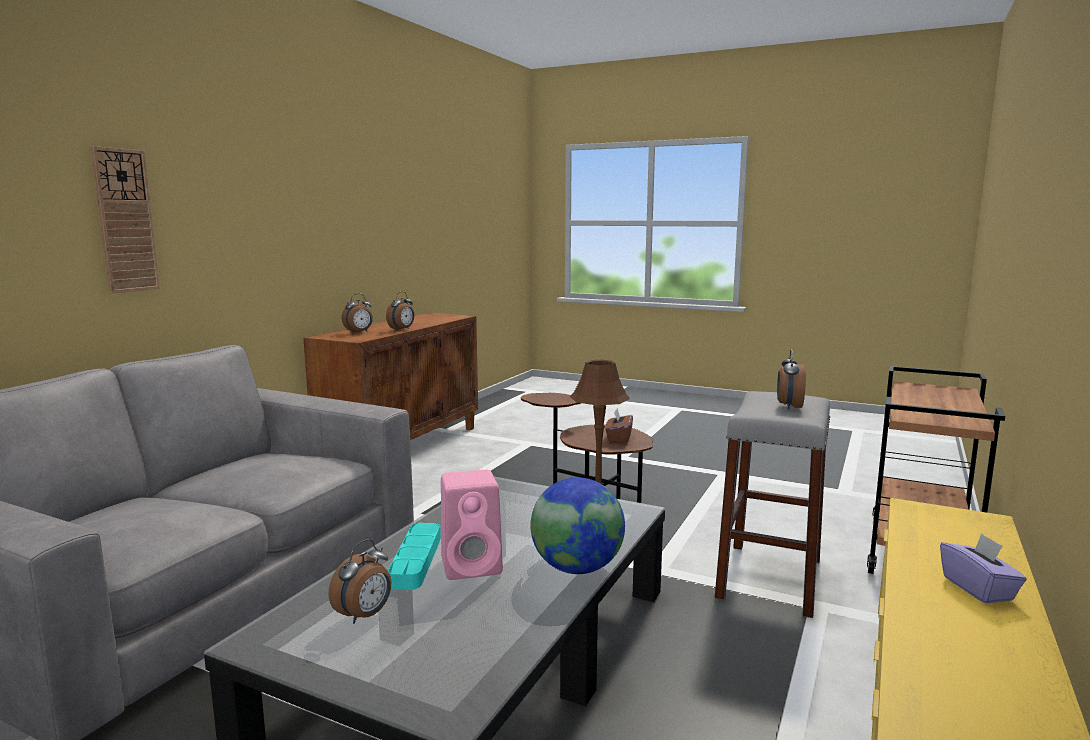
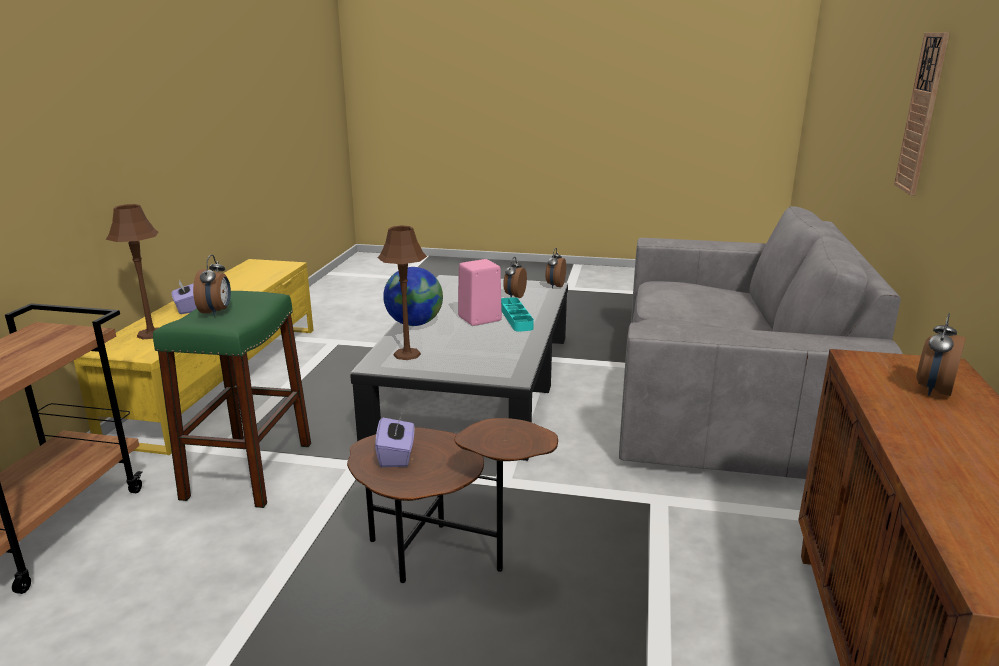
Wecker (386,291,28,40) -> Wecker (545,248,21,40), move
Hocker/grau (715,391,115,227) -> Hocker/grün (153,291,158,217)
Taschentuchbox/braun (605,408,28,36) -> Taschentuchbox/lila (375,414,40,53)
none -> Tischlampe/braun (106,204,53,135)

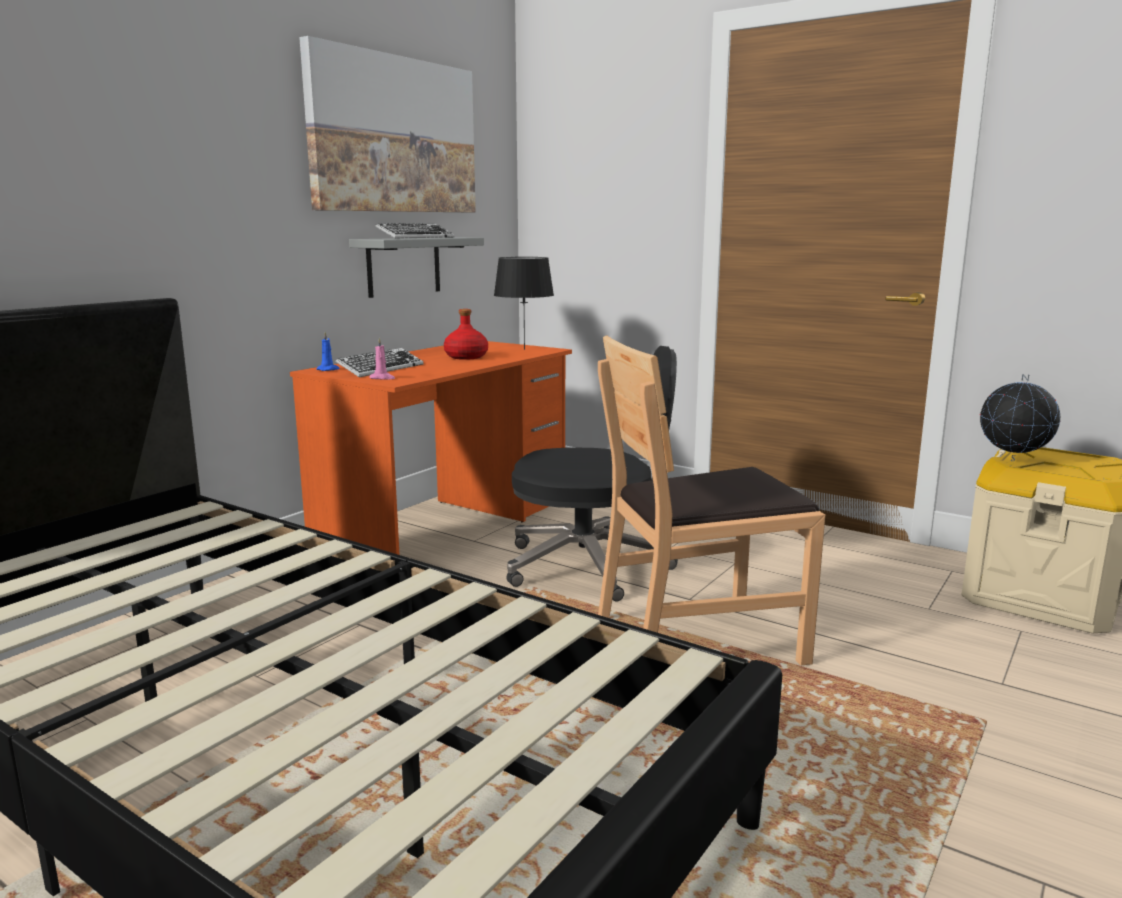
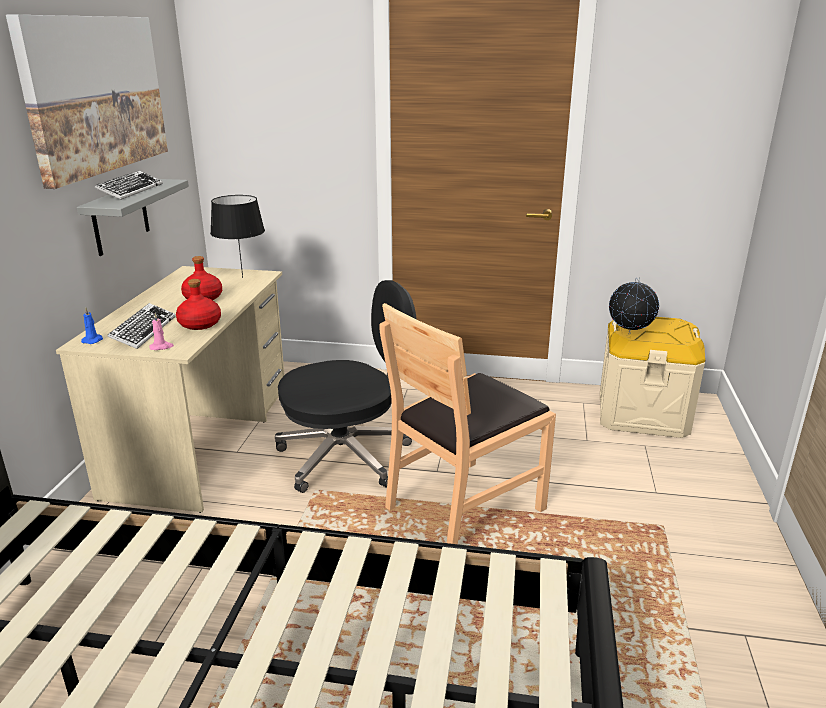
Schreibtisch/orange (290,341,282,214) -> Schreibtisch/beige (56,266,228,247)
none -> Flasche/rot (176,279,45,51)

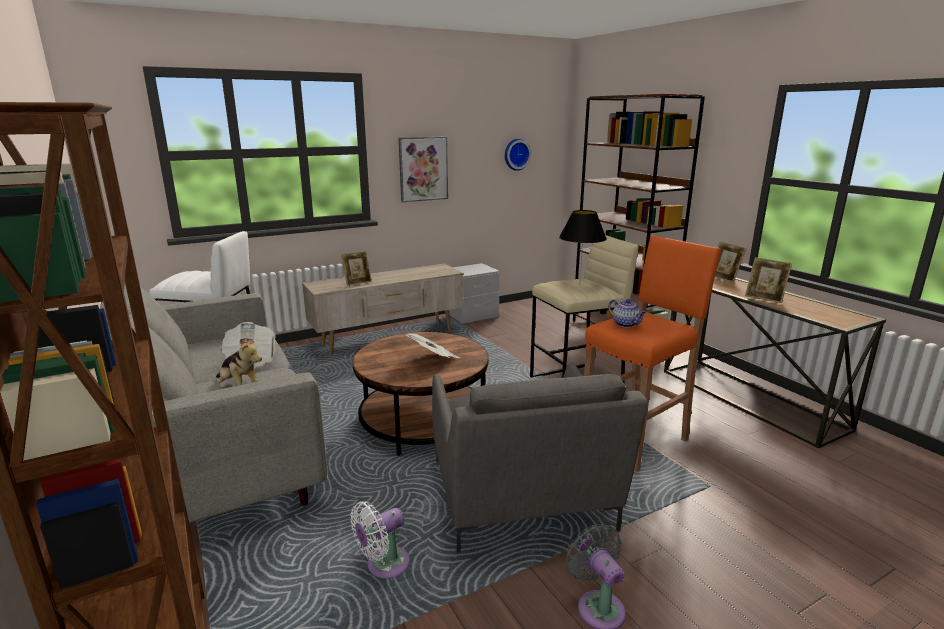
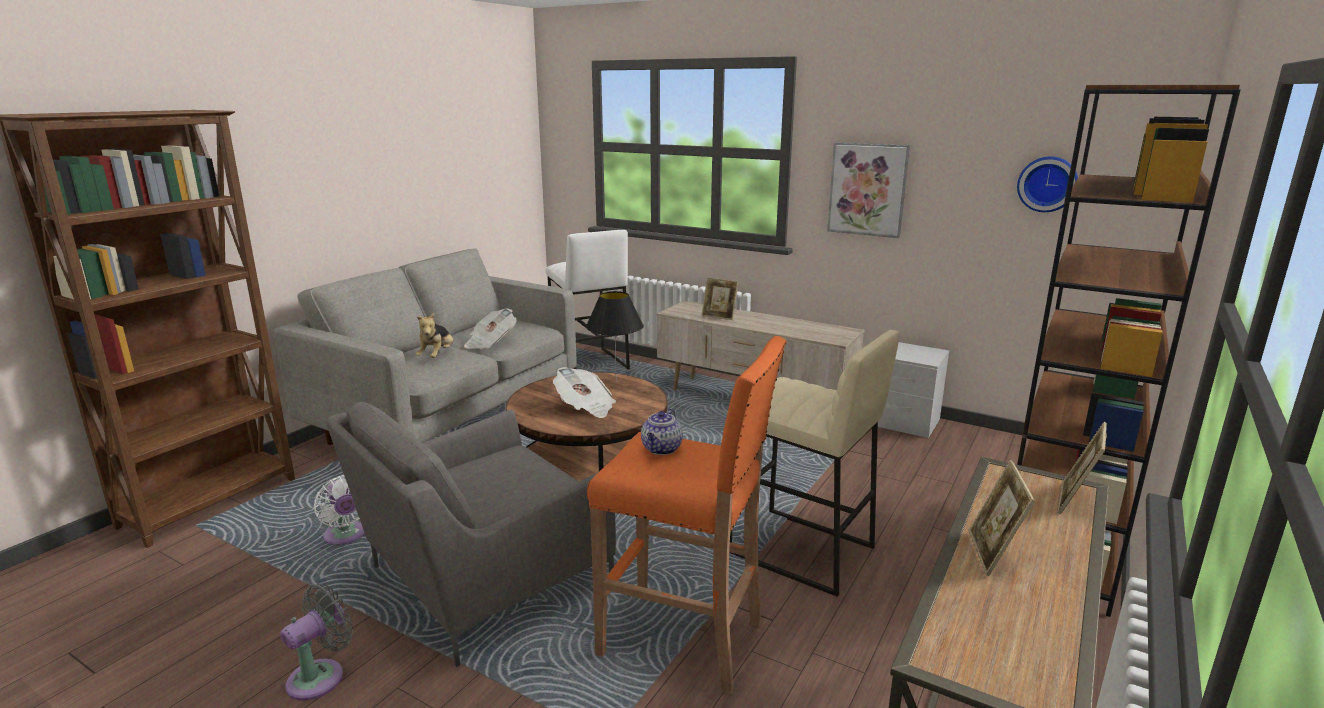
Tischlampe/schwarz (559,210,48,75) -> Tischlampe/schwarz (586,291,58,91), move
Ventilator/weiß (351,501,59,77) -> Ventilator/weiß (314,475,51,70), 150 degrees counterclockwise

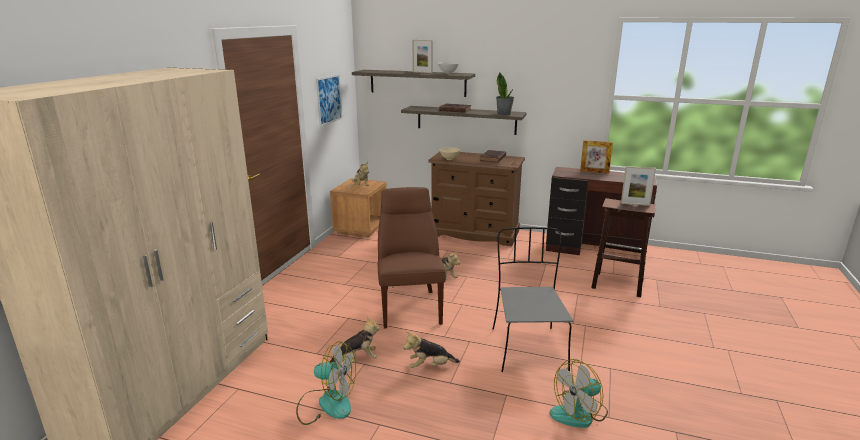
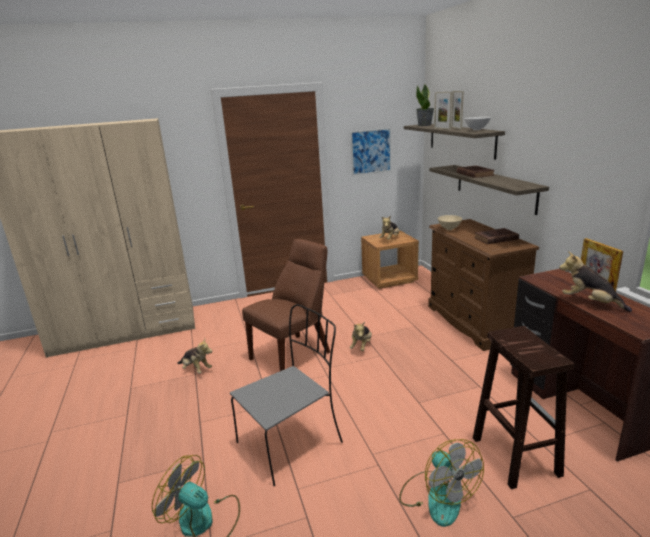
Topfpflanze (496,73,18,42) -> Topfpflanze (416,84,18,42), move
Bilderrahmen (621,166,35,40) -> Bilderrahmen (434,92,18,38), move
Plüschtier (404,331,56,37) -> Plüschtier (559,251,73,61), move
Ventilator (296,342,60,83) -> Ventilator (399,439,85,88), move

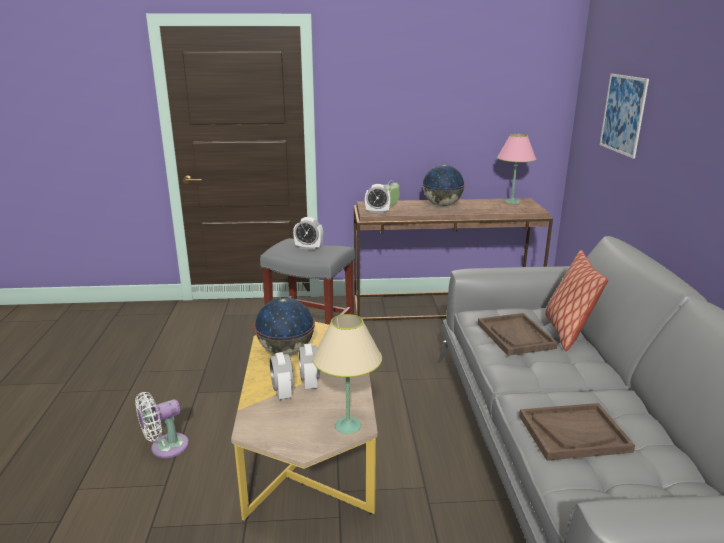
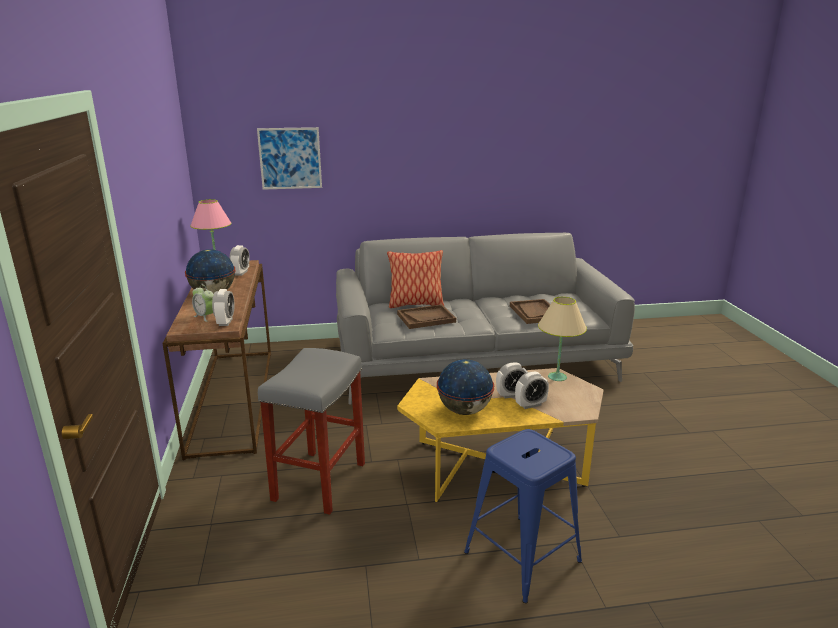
Wecker (293,217,30,33) -> Wecker (230,245,20,31), move
Ventilator/weiß (135,392,54,66) -> Hocker/blau (464,429,118,174)

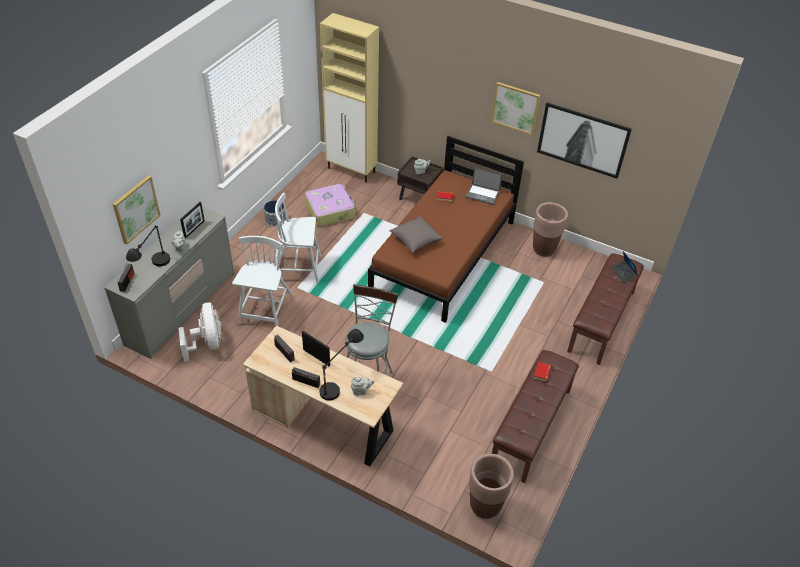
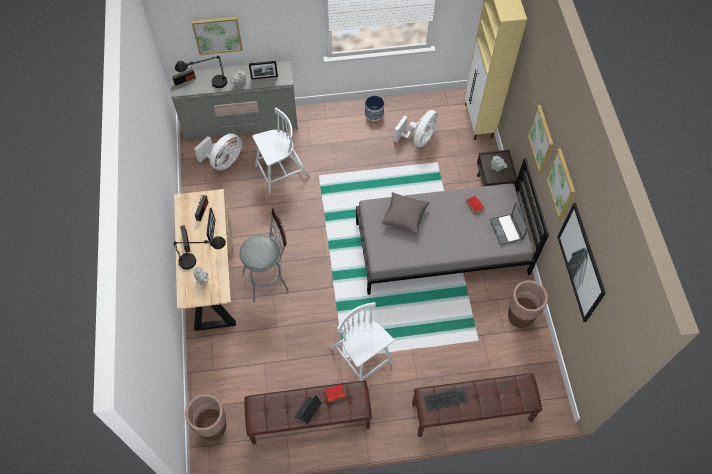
Bett/braun (368,136,156,187) -> Bett/grau (356,158,193,137)
Koffer (305,184,50,42) -> Ventilator/weiß (394,110,44,38)
Stuhl/weiß (273,193,48,90) -> Stuhl/weiß (330,302,64,79), move
Laptop (611,251,26,32) -> Laptop (294,395,28,29), move
none -> Bild (528,105,25,68)
none -> Tastatur (424,387,44,24)

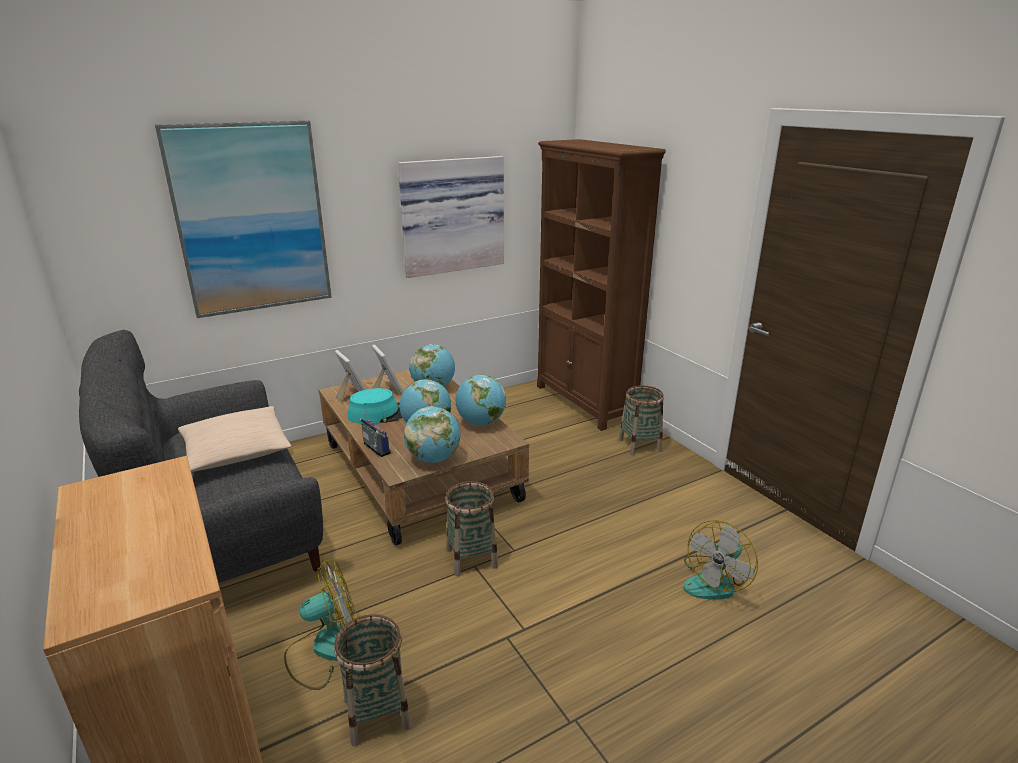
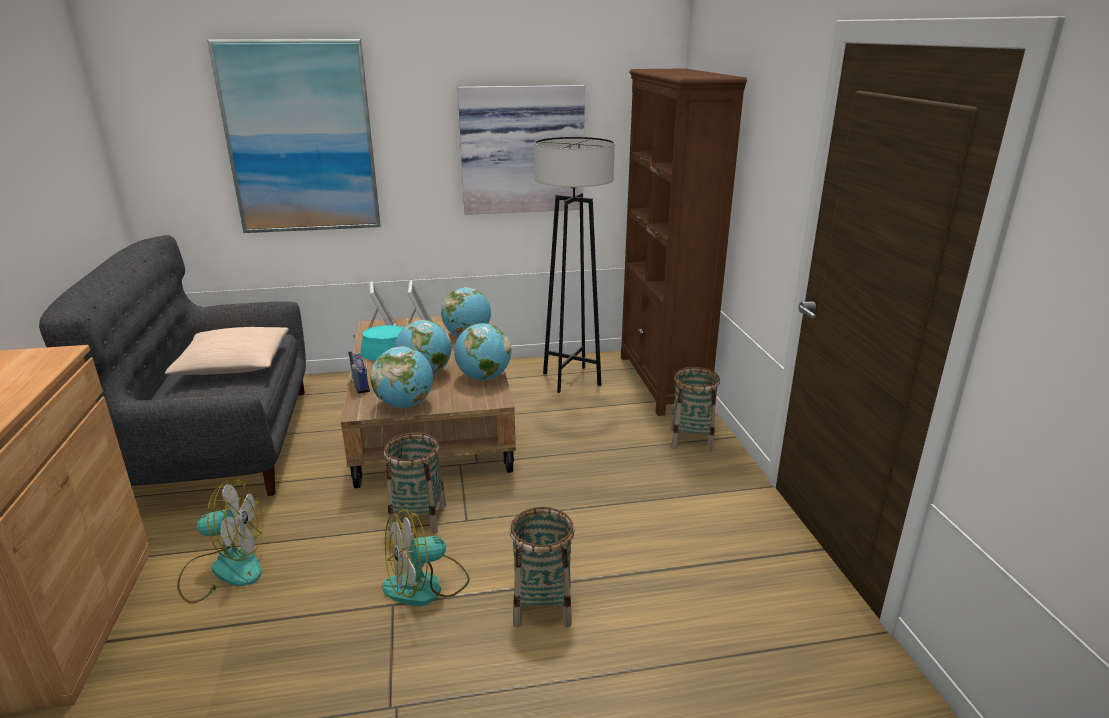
Ventilator (683,520,75,80) -> Ventilator (382,509,88,97), move
Korb (334,614,77,132) -> Korb (510,507,64,120), move
none -> Stehlampe/grau (534,137,81,256)

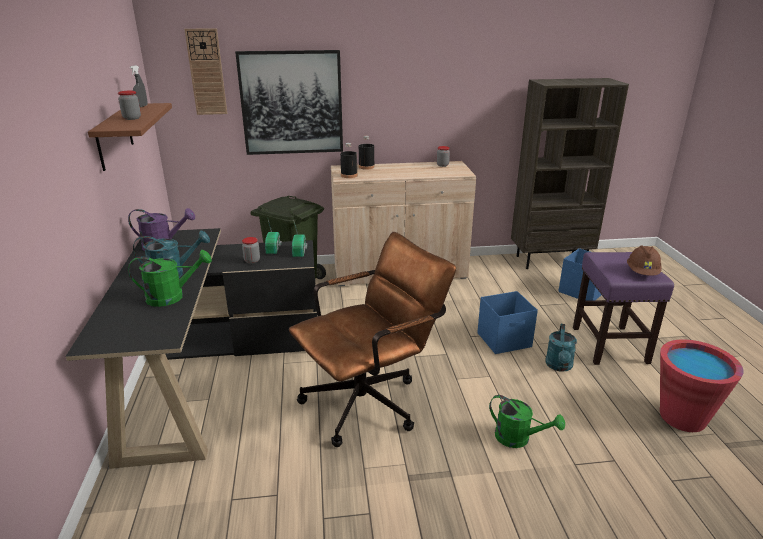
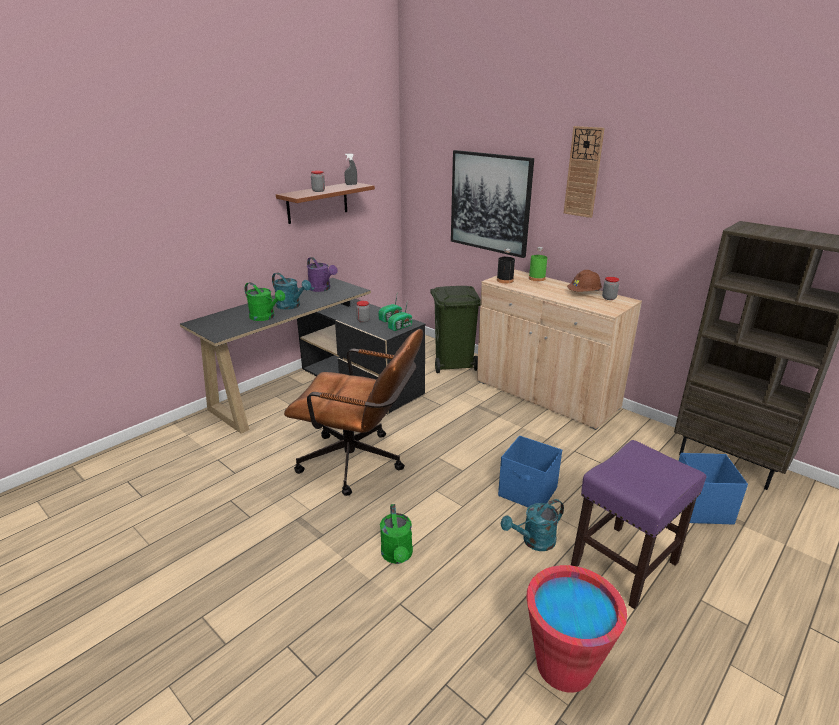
Wanduhr (184,28,43,87) -> Wanduhr (564,126,41,92), move
Flasche/schwarz (359,136,16,34) -> Flasche/grün (529,247,18,34)
Schutzhelm/braun (627,245,35,31) -> Schutzhelm/braun (567,270,35,22), move

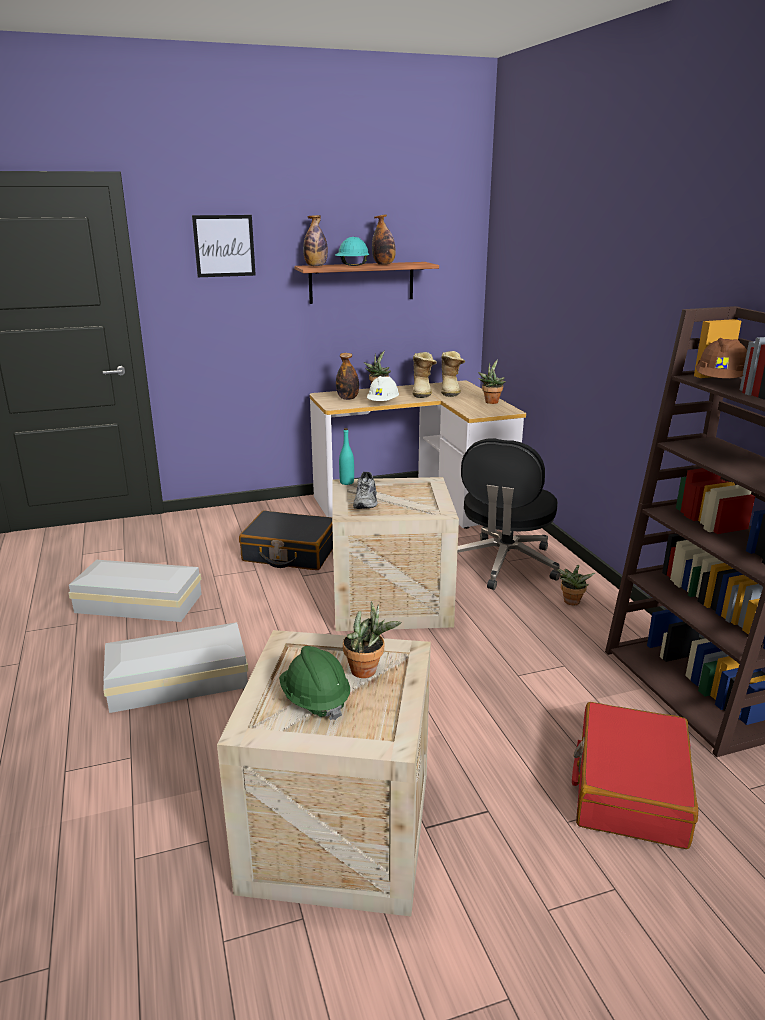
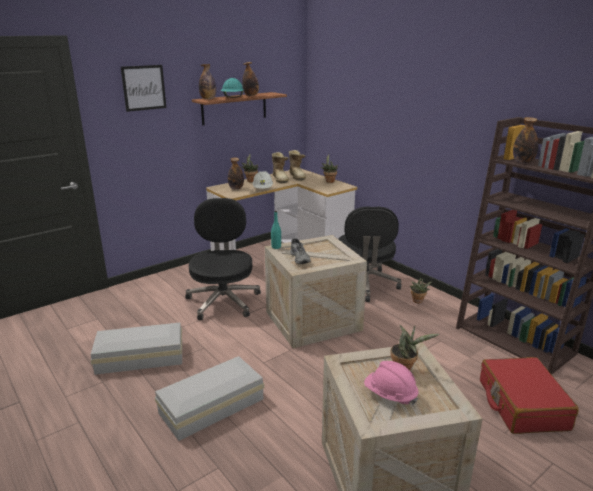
Schutzhelm/braun (696,338,51,40) -> Flasche (513,117,25,46)
Koffer/schwarz (239,510,94,60) -> Bürostuhl/schwarz (185,198,76,122)
Schutzhelm/grün (279,646,71,74) -> Schutzhelm/rosa (364,361,55,44)

